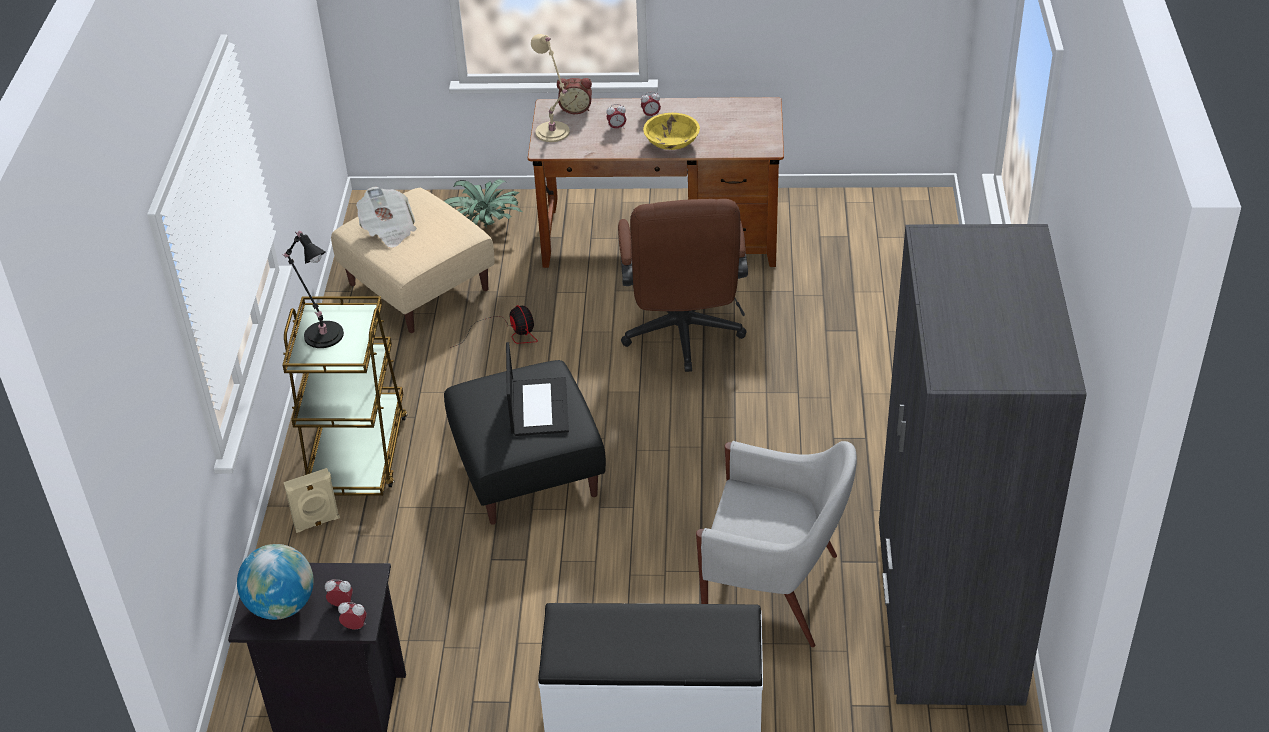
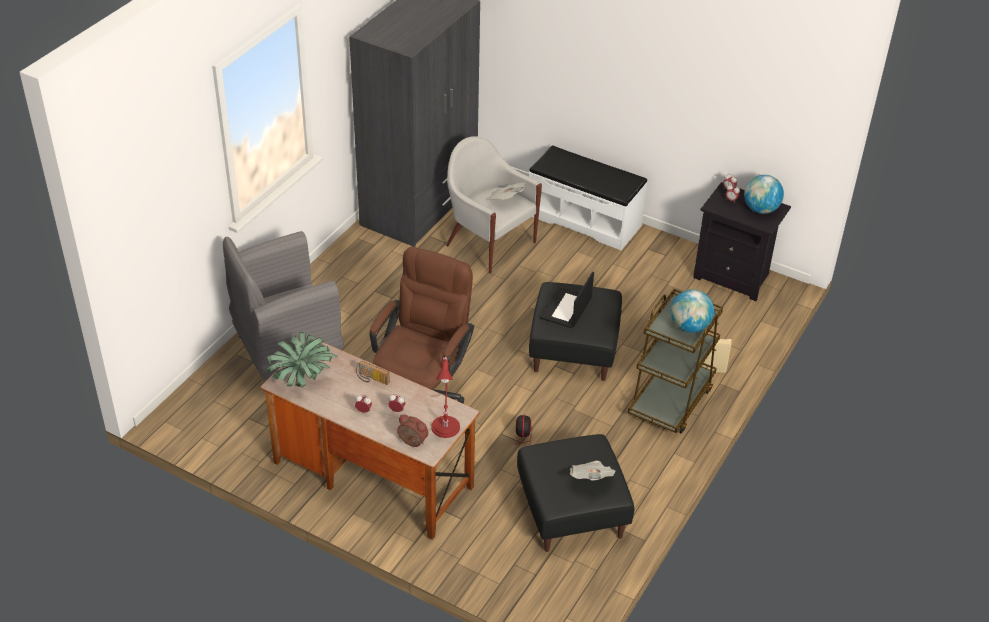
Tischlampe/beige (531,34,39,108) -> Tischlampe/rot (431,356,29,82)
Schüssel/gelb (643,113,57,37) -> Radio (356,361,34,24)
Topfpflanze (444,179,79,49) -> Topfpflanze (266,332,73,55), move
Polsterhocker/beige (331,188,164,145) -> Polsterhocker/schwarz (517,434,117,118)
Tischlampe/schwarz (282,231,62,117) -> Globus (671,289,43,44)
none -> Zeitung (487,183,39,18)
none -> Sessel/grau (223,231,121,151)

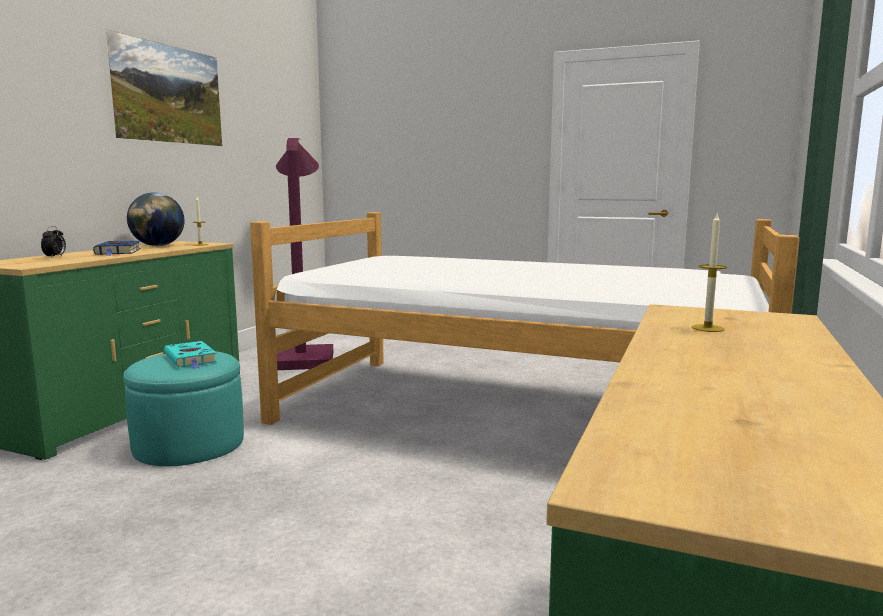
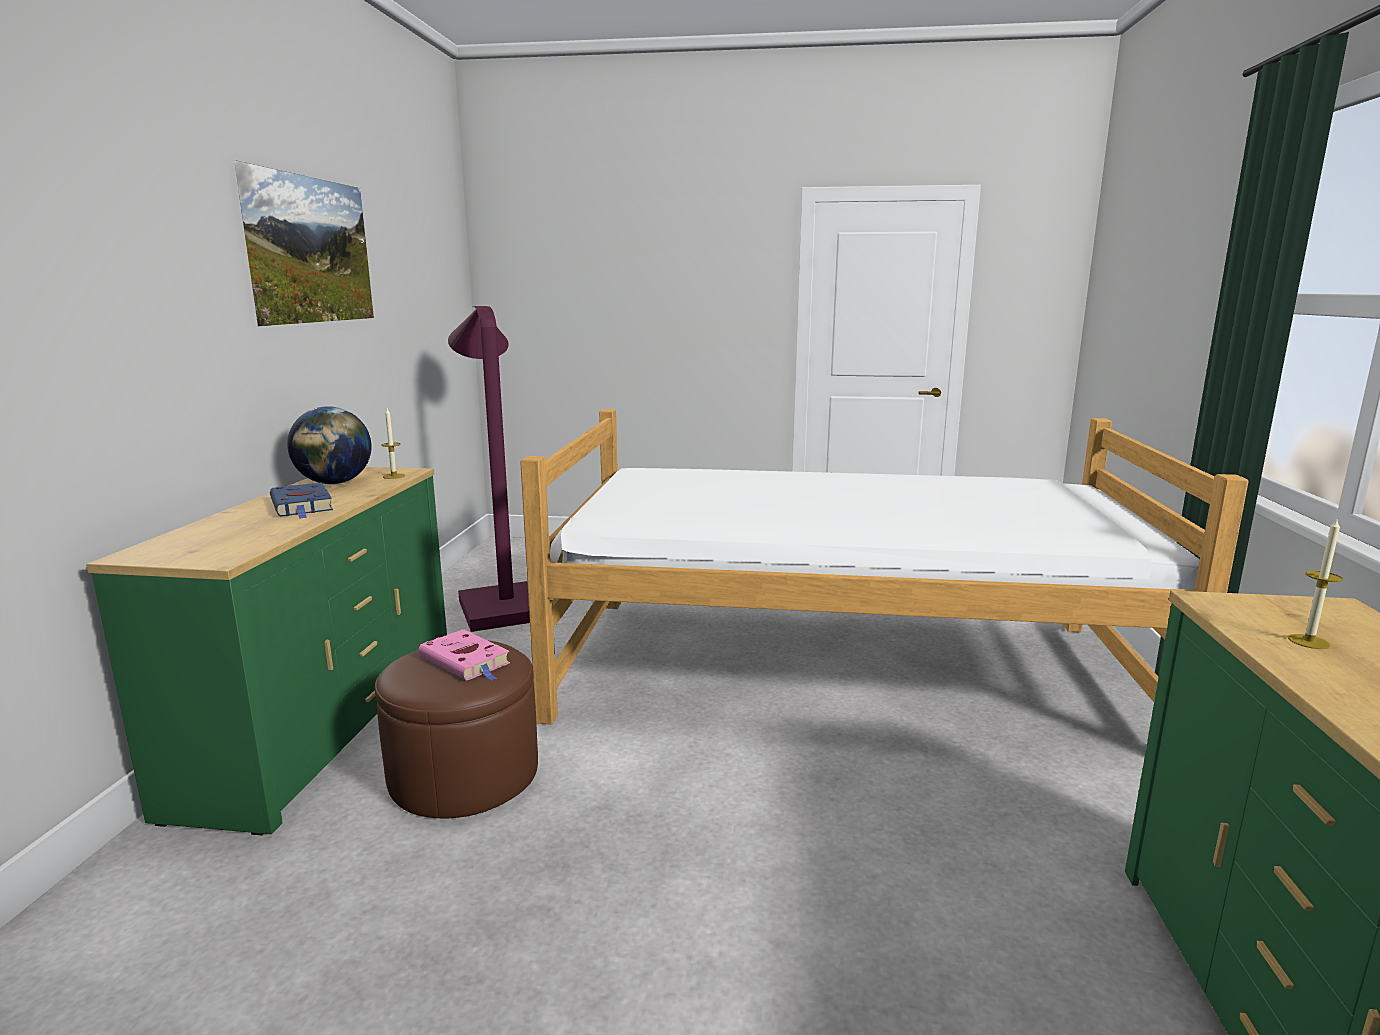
Wecker (41,226,25,32) -> none
Buch/türkis (164,341,53,28) -> Buch/rosa (419,629,91,52)
Polsterhocker/türkis (123,351,121,115) -> Polsterhocker/braun (375,640,163,179)

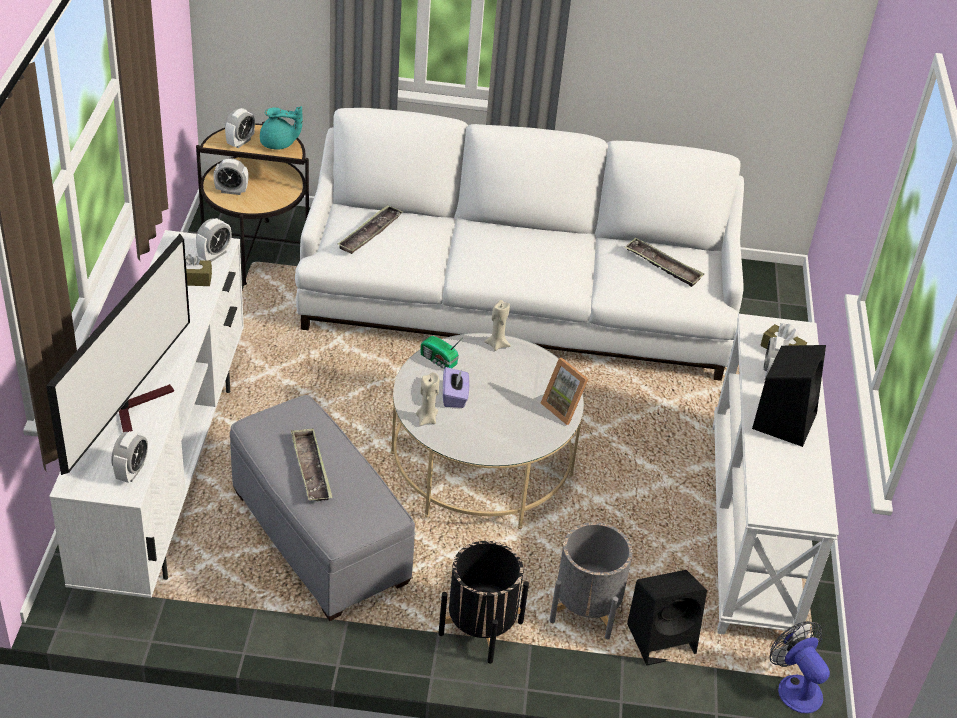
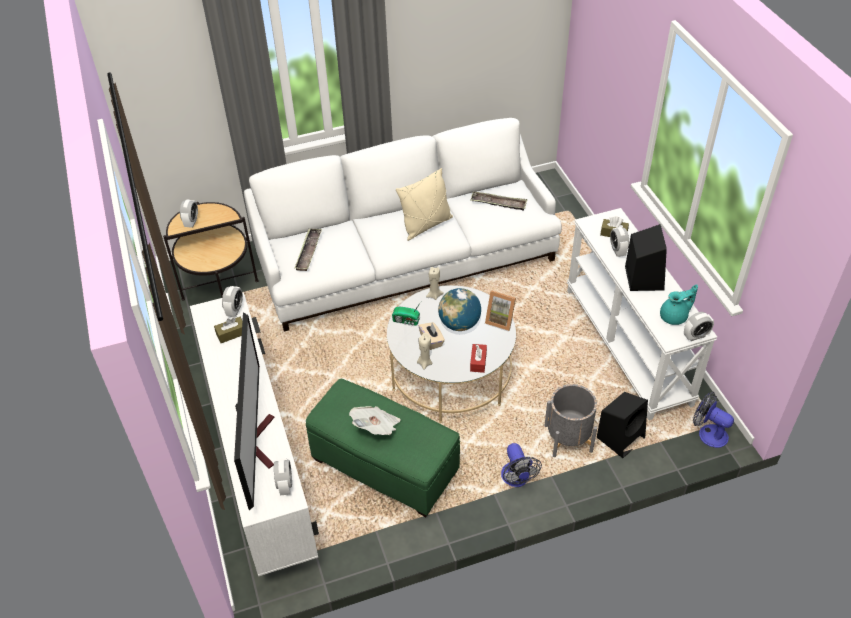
Teekanne/türkis (260,106,43,43) -> Teekanne/türkis (660,284,38,41), move
Wecker (213,158,35,37) -> Wecker (684,312,30,29), move
Taschentuchbox/lila (443,367,26,41) -> Taschentuchbox/beige (419,322,26,28)
Polsterhocker/grau (230,395,185,226) -> Polsterhocker/grün (306,379,154,138)
Tablett (291,428,42,73) -> Zeitung (349,406,52,29)
Pflanzkübel/schwarz (438,541,91,123) -> Ventilator (501,443,41,44)
none -> Kissen/beige (396,168,57,73)
none -> Globus (438,288,43,43)
none -> Taschentuchbox/rot (470,344,17,29)

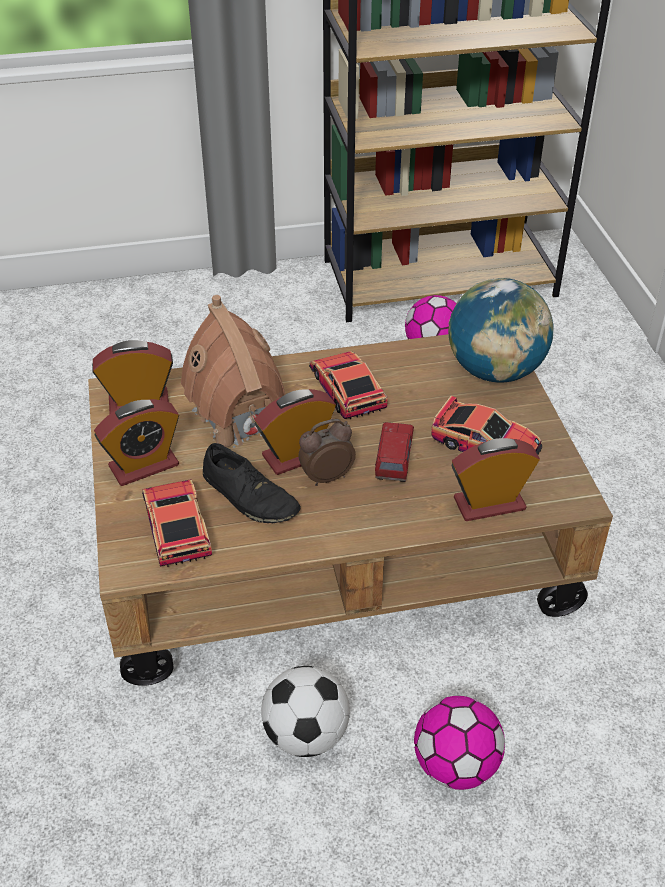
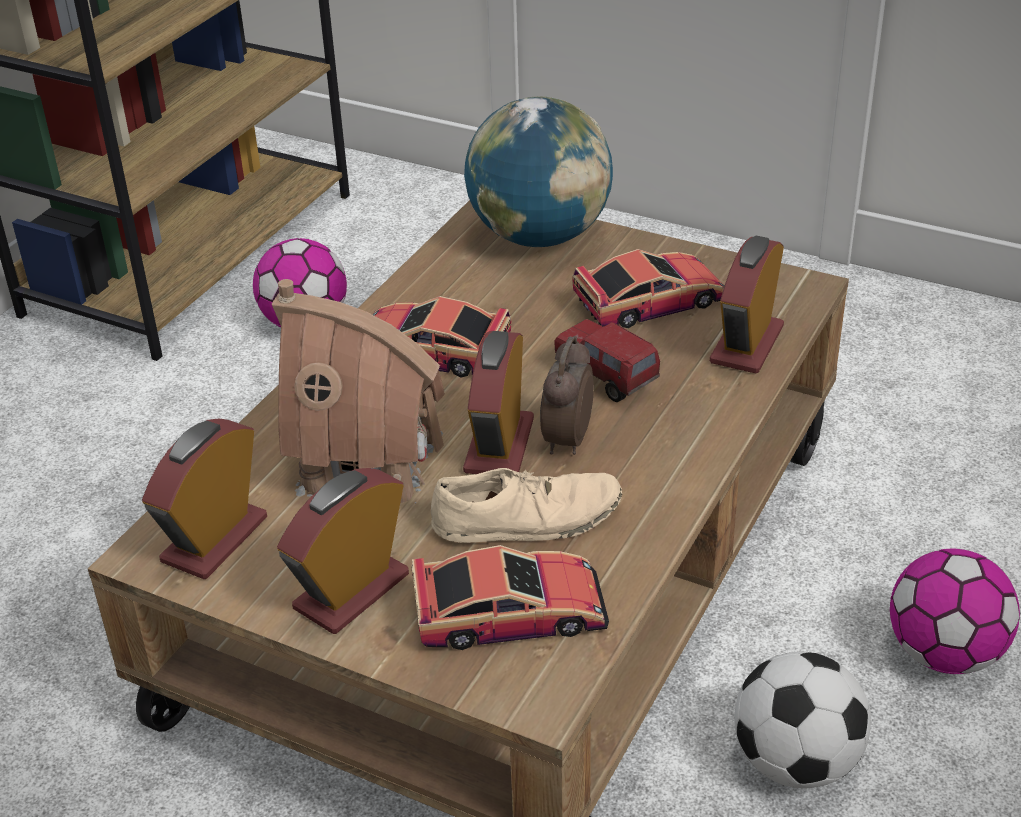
Wecker (94,399,85,87) -> Wecker (277,468,132,166), 150 degrees counterclockwise
Schuh/schwarz (203,443,98,80) -> Schuh/beige (431,468,191,75)
Spielzeugauto (142,479,70,88) -> Spielzeugauto (411,545,198,105), 150 degrees clockwise

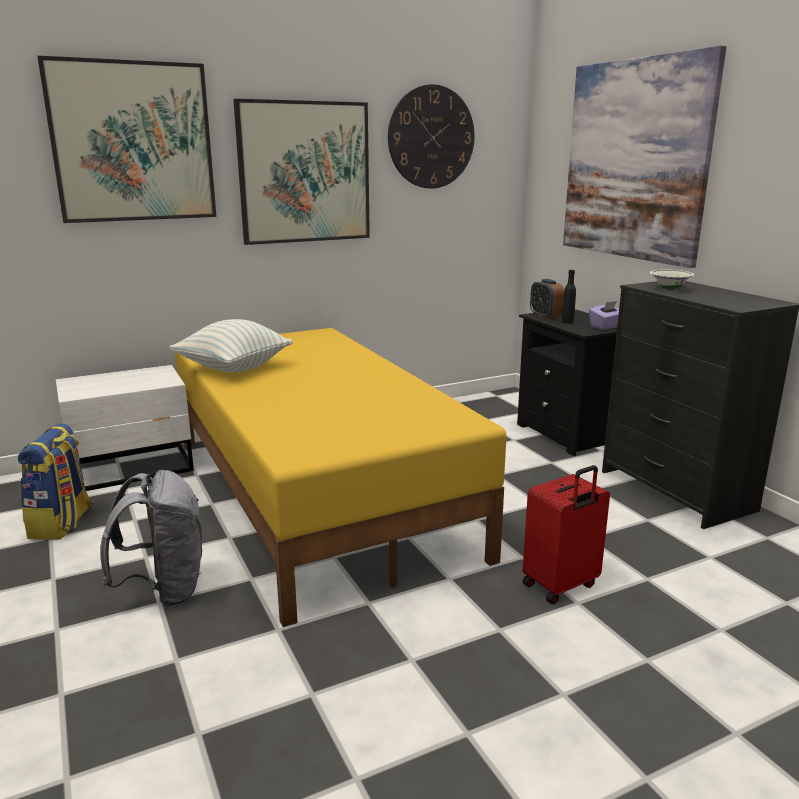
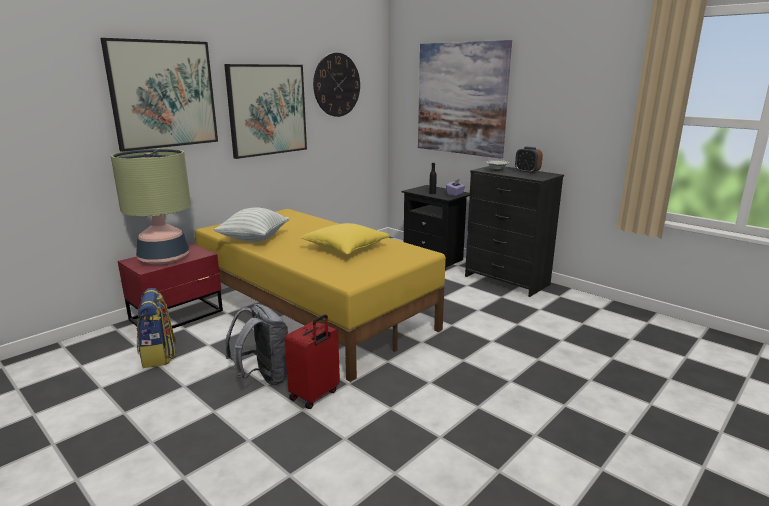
Wecker (530,279,34,40) -> Wecker (515,147,28,27), move
Nachttisch/weiß (56,365,138,126) -> Nachttisch/rot (118,243,105,86)
Koffer/rot (522,465,88,139) -> Koffer/rot (285,314,55,95), move
none -> Tischlampe (110,148,81,117)
none -> Kissen/gelb (301,223,89,32)

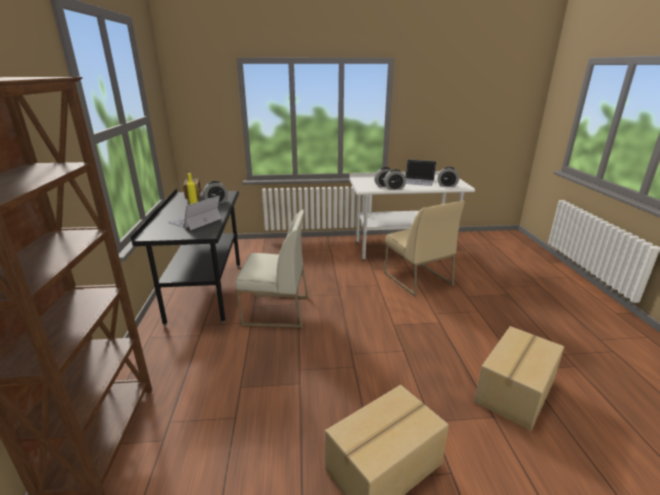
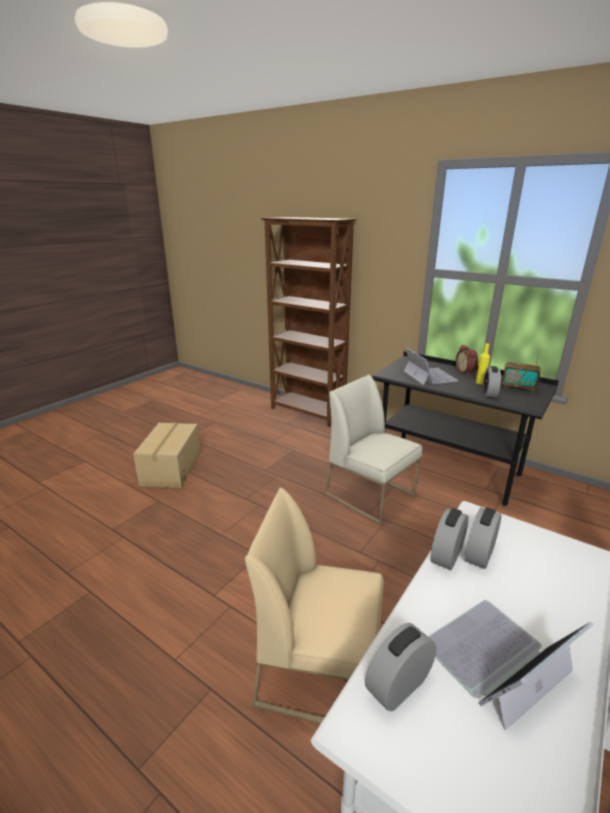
Stuhl/weiß (235,210,73,118) -> Stuhl/weiß (325,375,97,150), 90 degrees clockwise
Karton (474,326,90,105) -> none
none -> Wecker (456,345,22,30)

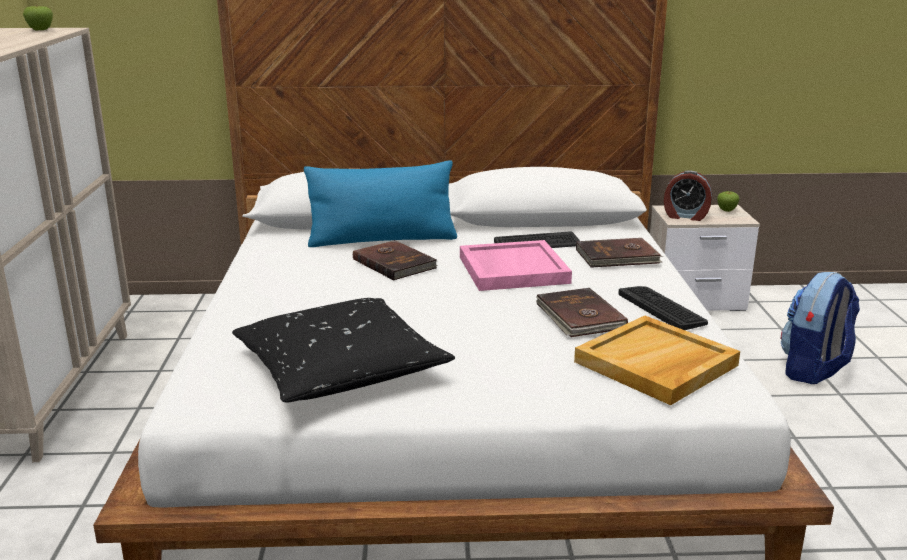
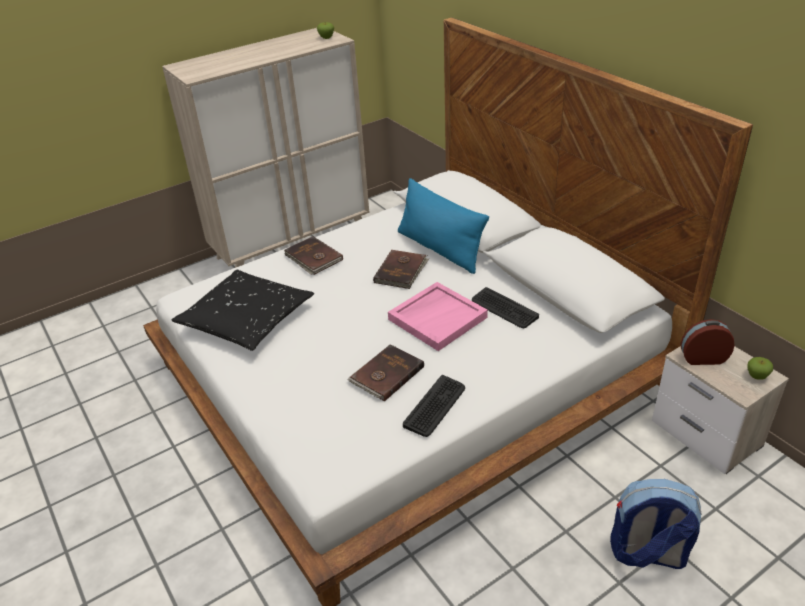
Wecker (664,170,48,51) -> Wecker (681,319,54,46), 105 degrees clockwise
Buch/braun (576,238,87,30) -> Buch/braun (284,236,59,39), move
Tablett/beige (574,316,166,89) -> none

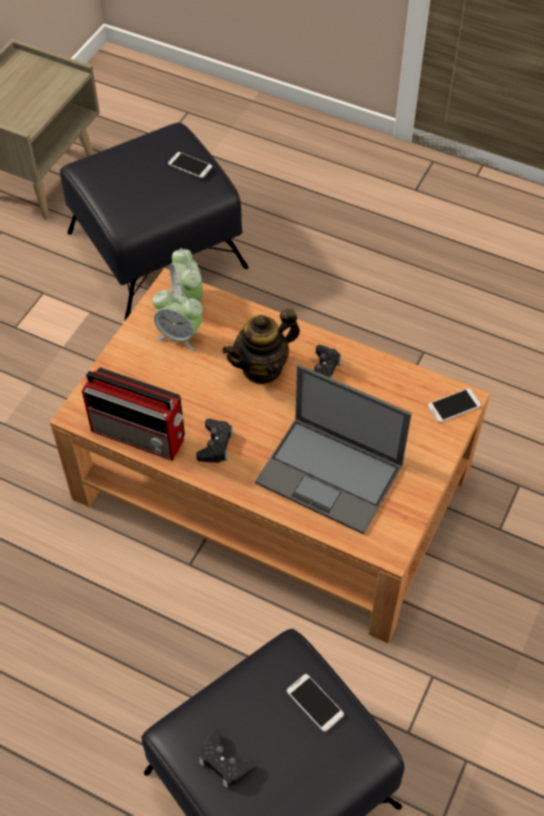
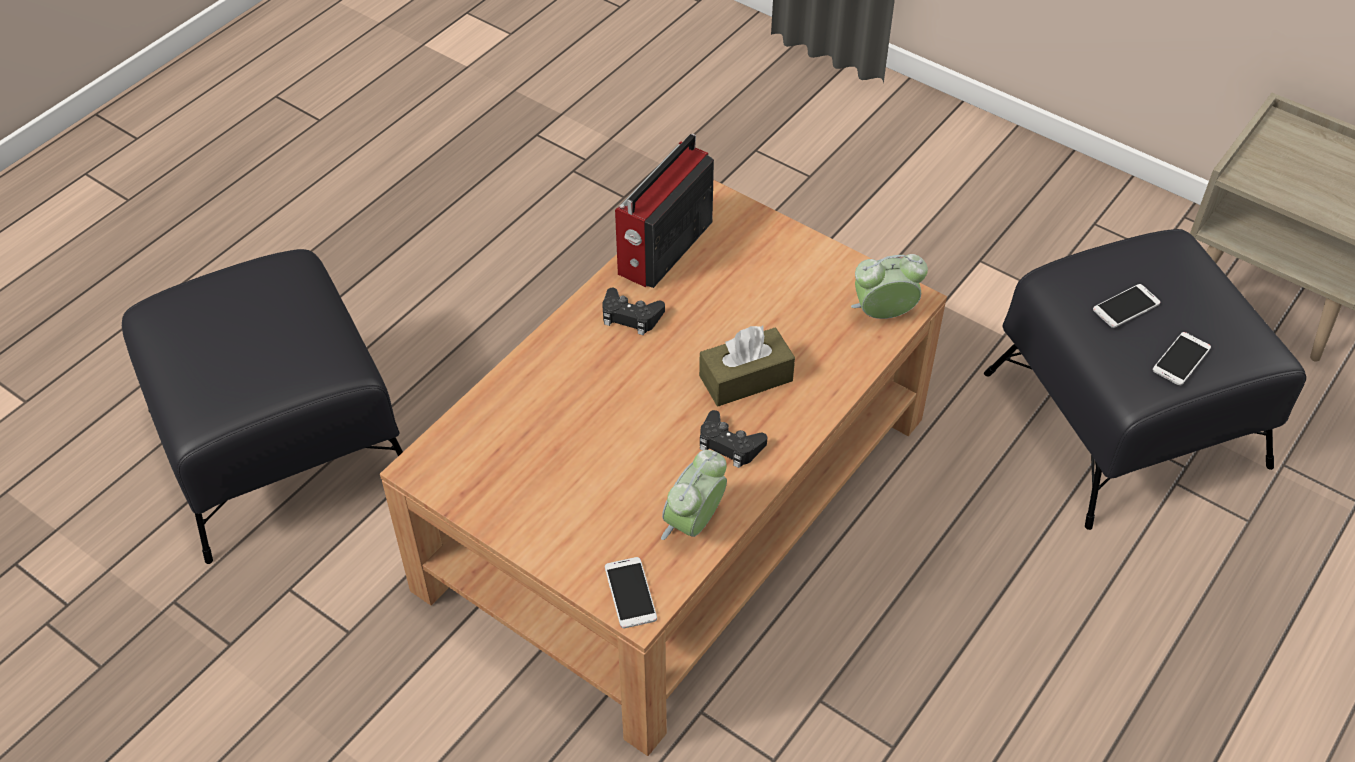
Wecker (152,290,51,60) -> Wecker (661,450,66,90), move
Teekanne (222,309,78,76) -> Taschentuchbox/braun (699,326,96,80)
Laptop (255,365,157,169) -> none
Handy (287,674,57,58) -> Handy (1093,284,67,44), move
Gamepad/schwarz (199,730,56,58) -> none

